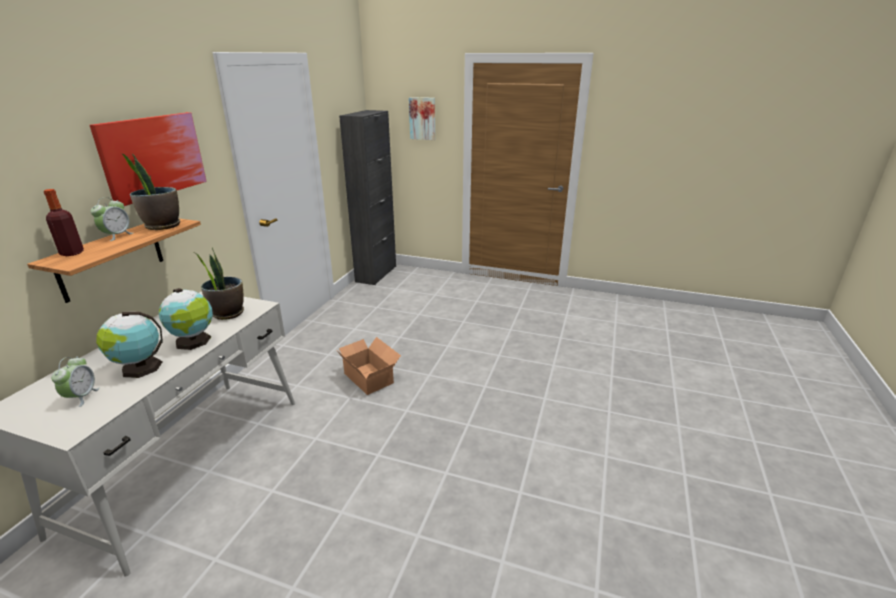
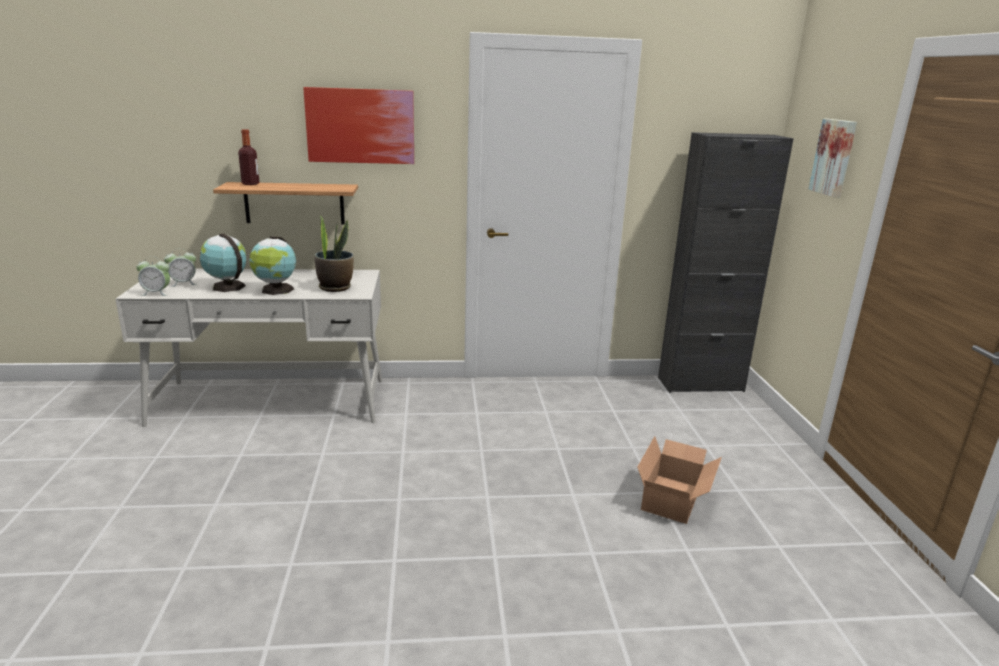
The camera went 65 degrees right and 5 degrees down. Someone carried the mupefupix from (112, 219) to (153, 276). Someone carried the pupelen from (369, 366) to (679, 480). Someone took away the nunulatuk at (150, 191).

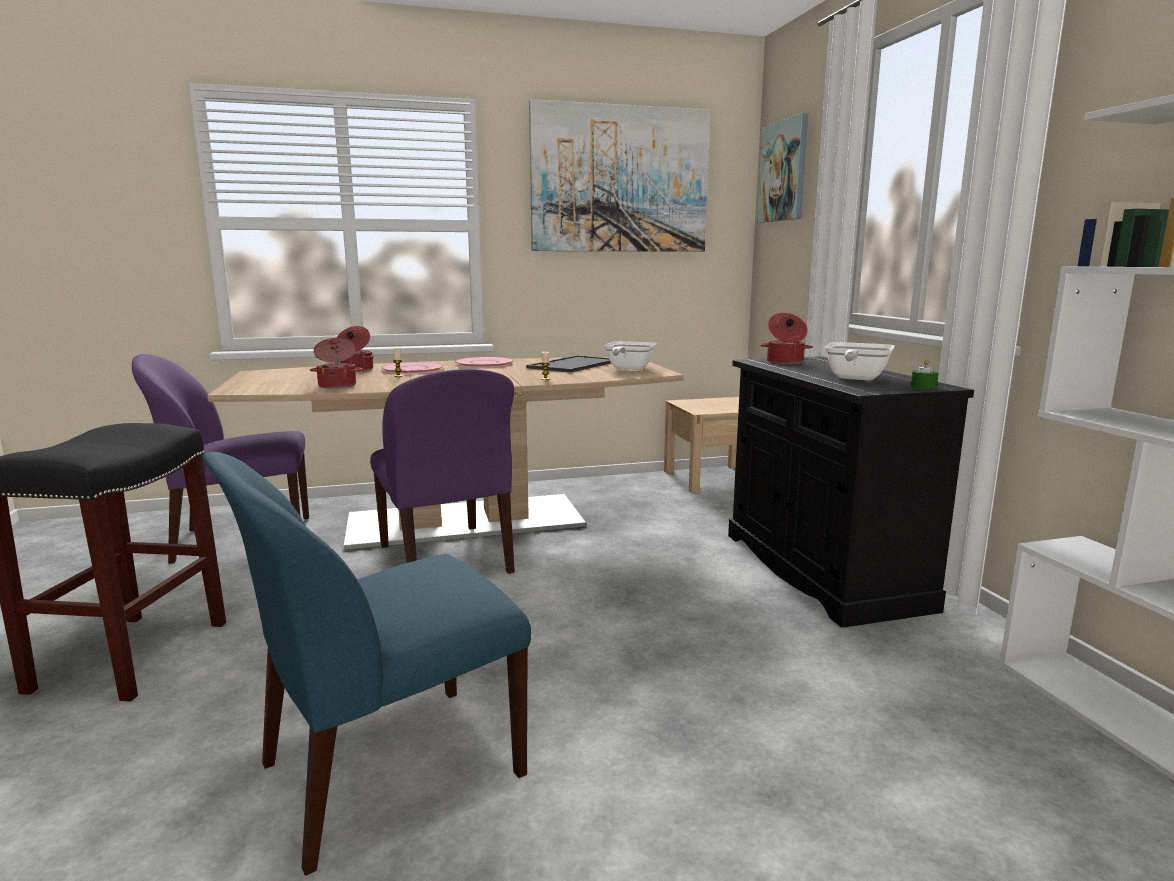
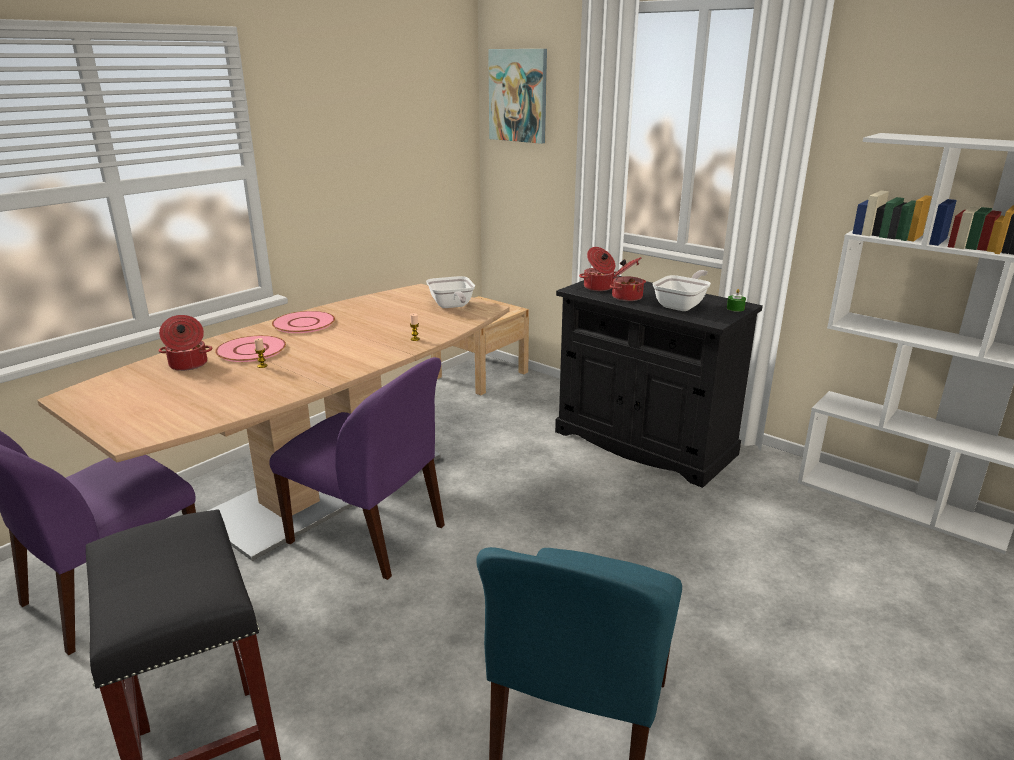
The camera went 35 degrees left and 10 degrees up. Someone carried the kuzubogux from (336, 363) to (628, 279). Someone rotated the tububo at (860, 361) by 135 degrees counterclockwise. Someone took away the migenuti at (568, 364). Someone took away the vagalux at (619, 175).

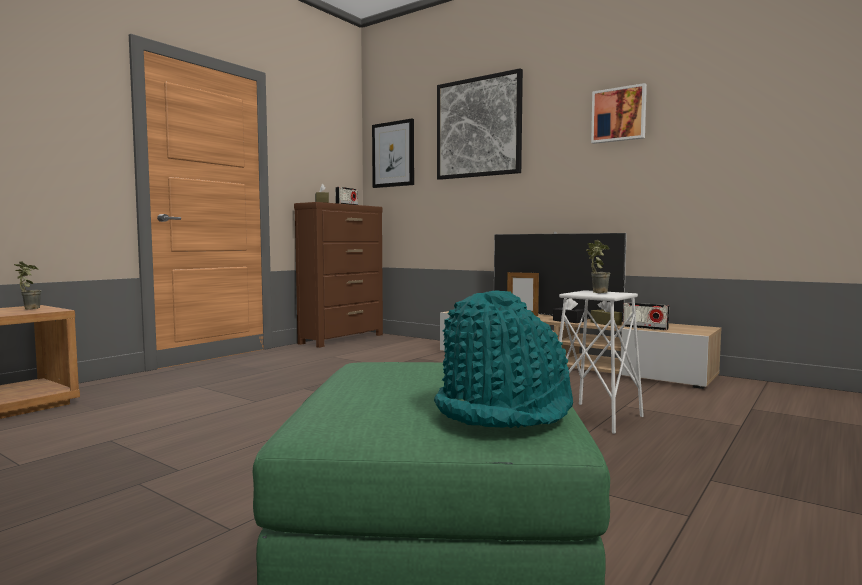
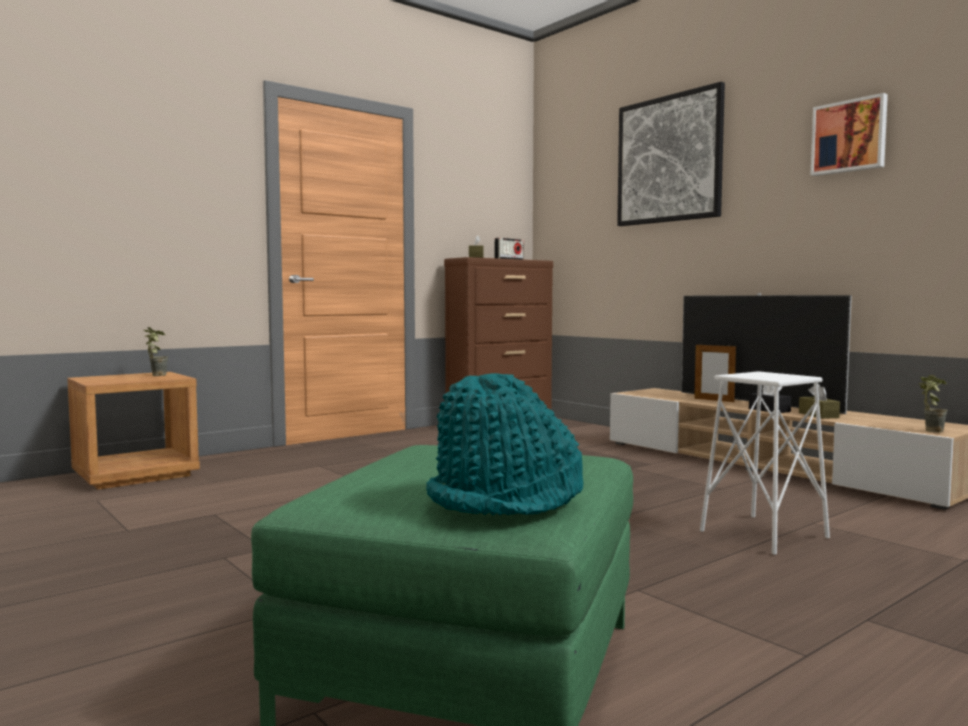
The camera went 15 degrees right and 0 degrees up. Someone carried the nunulatuk from (598, 266) to (933, 403). Someone took away the vagalux at (393, 153). Someone took away the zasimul at (646, 316).

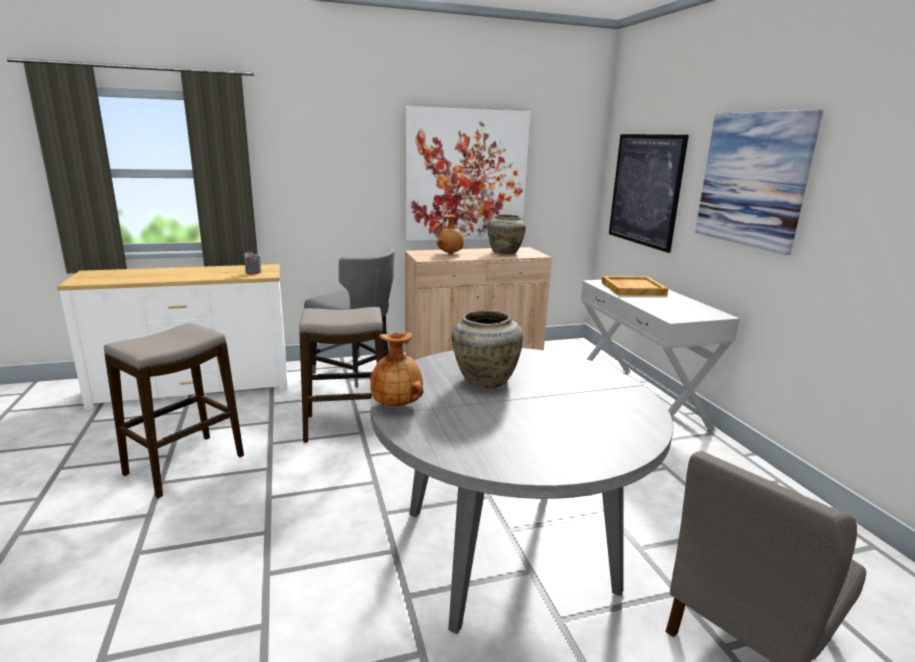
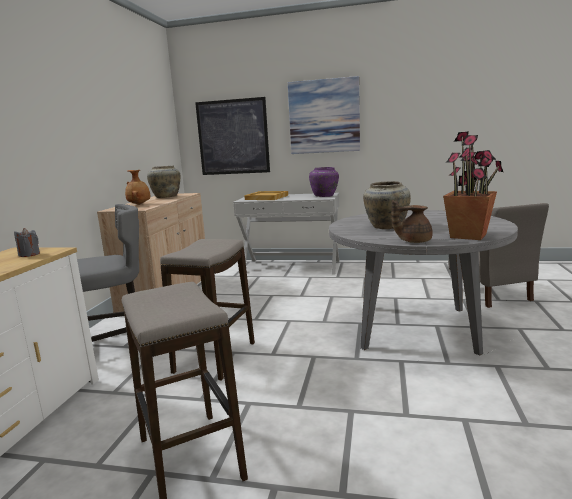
The camera went 60 degrees left and 5 degrees down. Someone put down the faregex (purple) at (324, 182). Someone swapped the faregex (brown) at (396, 369) for the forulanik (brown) at (412, 221). Someone put down the nunulatuk at (473, 185). Someone took away the vagalux at (468, 173).

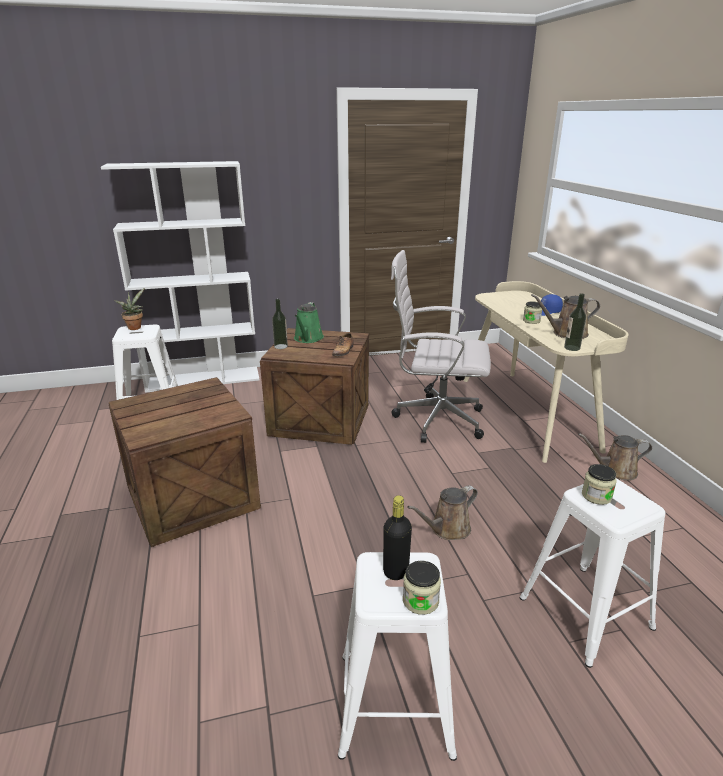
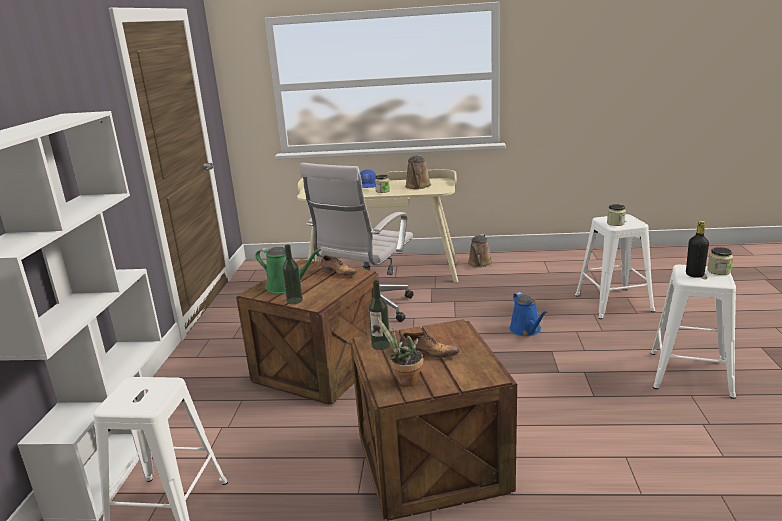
The camera went 70 degrees left and 5 degrees down. Someone carried the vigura from (575, 322) to (379, 315). Someone carried the nunulatuk from (129, 309) to (400, 351). Someone put down the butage at (430, 345). Someone repainted the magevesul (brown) at (442, 512), which became the magevesul (blue) at (529, 314).

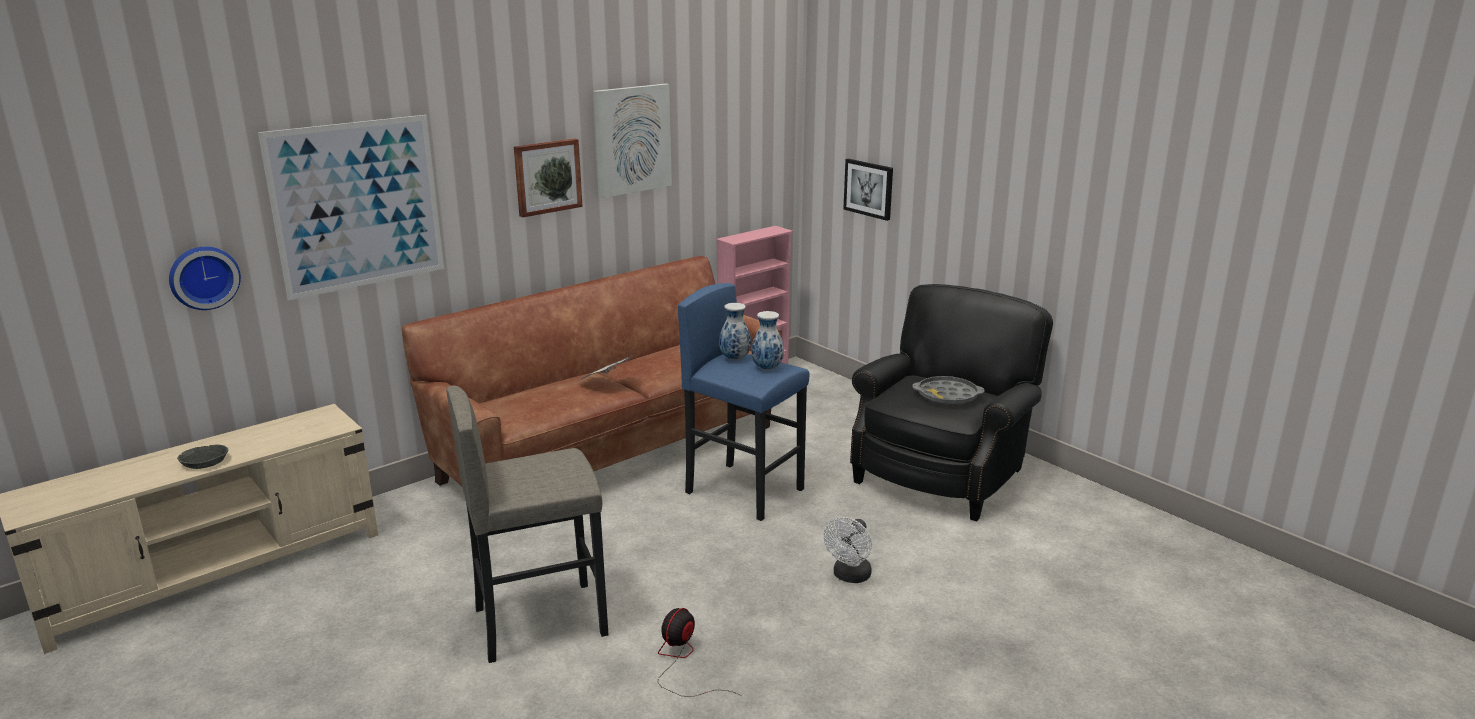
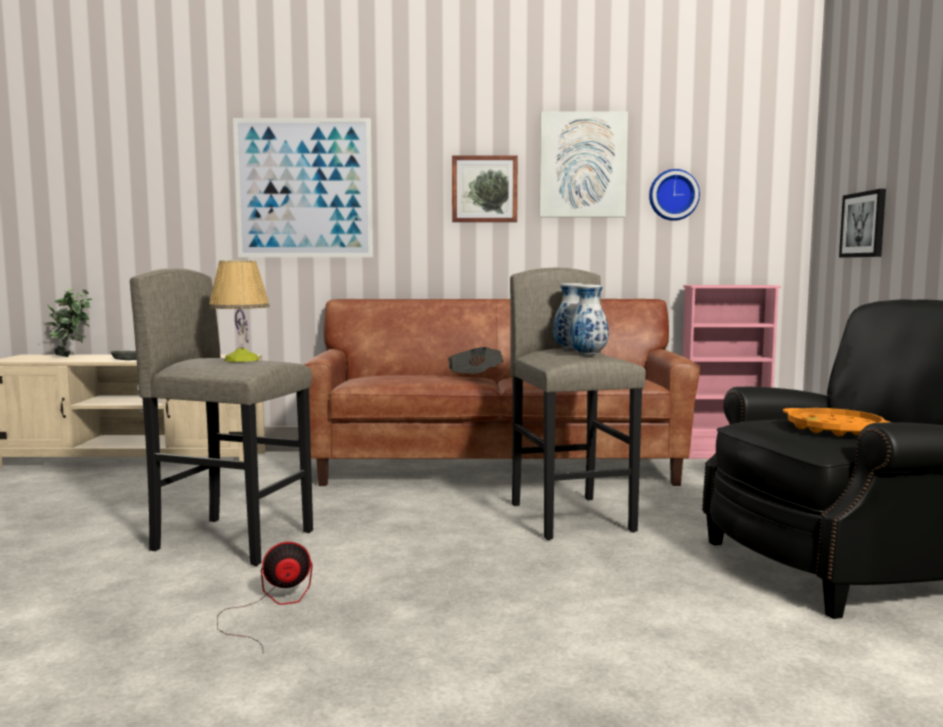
The camera went 40 degrees right and 15 degrees down. Someone put down the nunulatuk at (68, 323). Someone put down the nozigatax at (239, 311). Someone repainted the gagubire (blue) at (743, 402), which became the gagubire (grey) at (578, 403). Someone carried the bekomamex from (205, 278) to (674, 195). Someone repainted the migenuti (grey) at (949, 390), which became the migenuti (orange) at (836, 422). Someone took away the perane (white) at (848, 550).

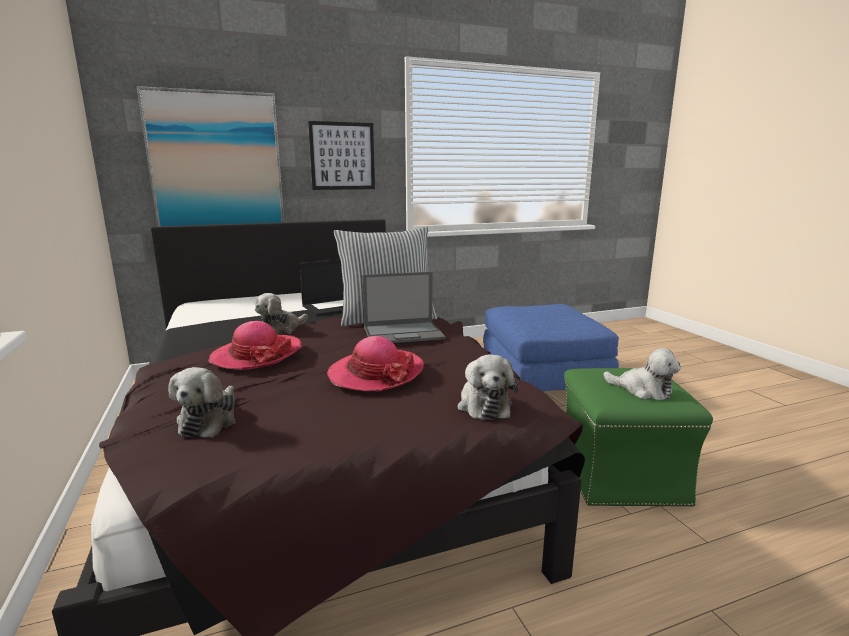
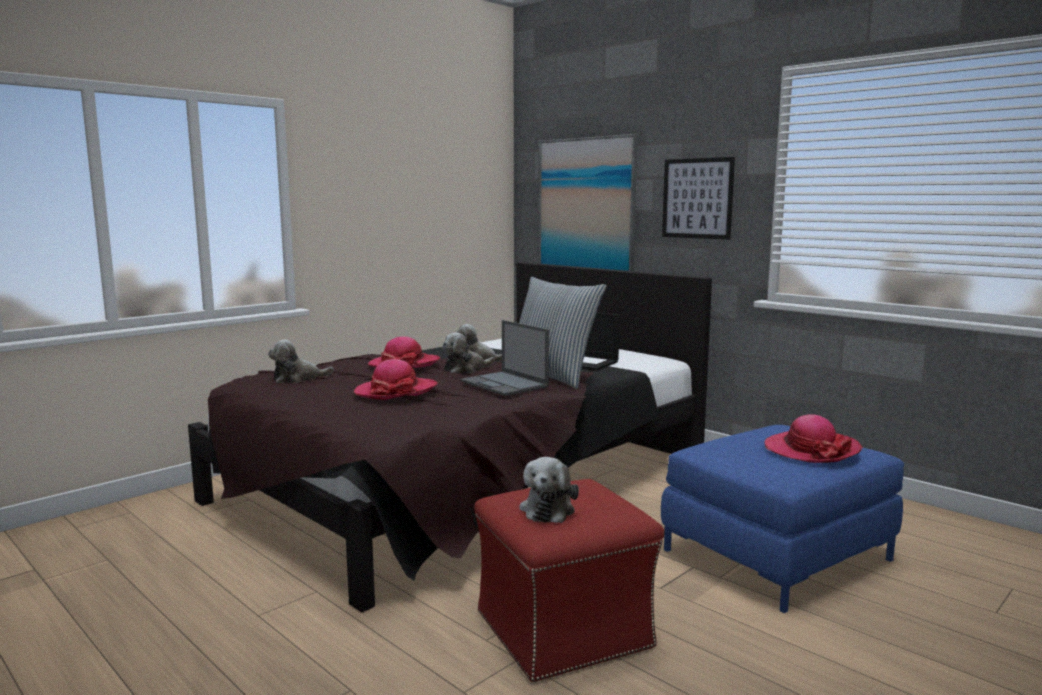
The camera went 65 degrees right and 5 degrees down. Someone carried the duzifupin from (487, 387) to (468, 353). Someone repainted the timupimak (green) at (638, 437), which became the timupimak (red) at (569, 580). Someone put down the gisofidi at (814, 438).

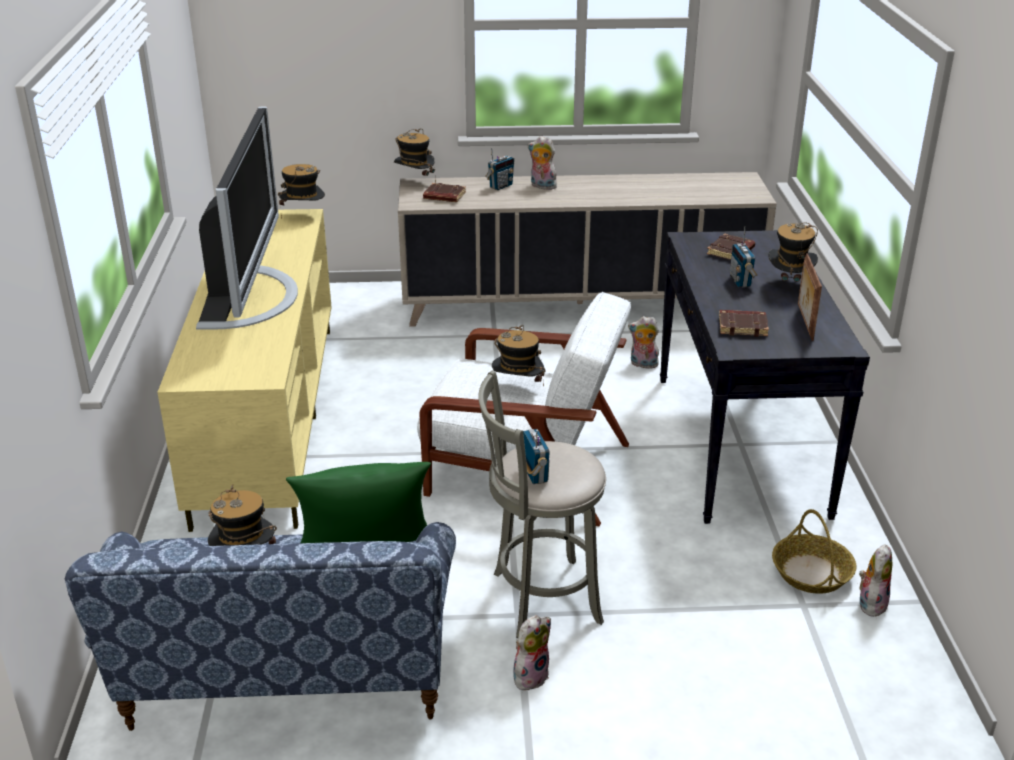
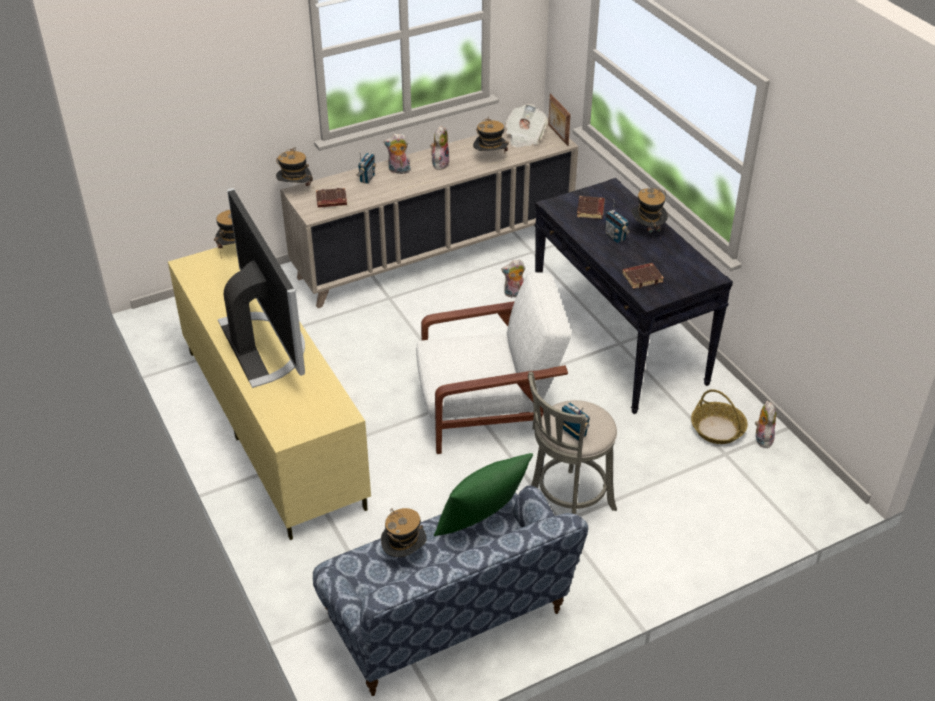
The camera went 25 degrees left and 10 degrees up. Someone carried the duzifupin from (532, 653) to (440, 148). Someone carried the gisofidi from (519, 356) to (491, 135). Someone put down the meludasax at (526, 126). Someone carried the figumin from (810, 297) to (559, 119).

